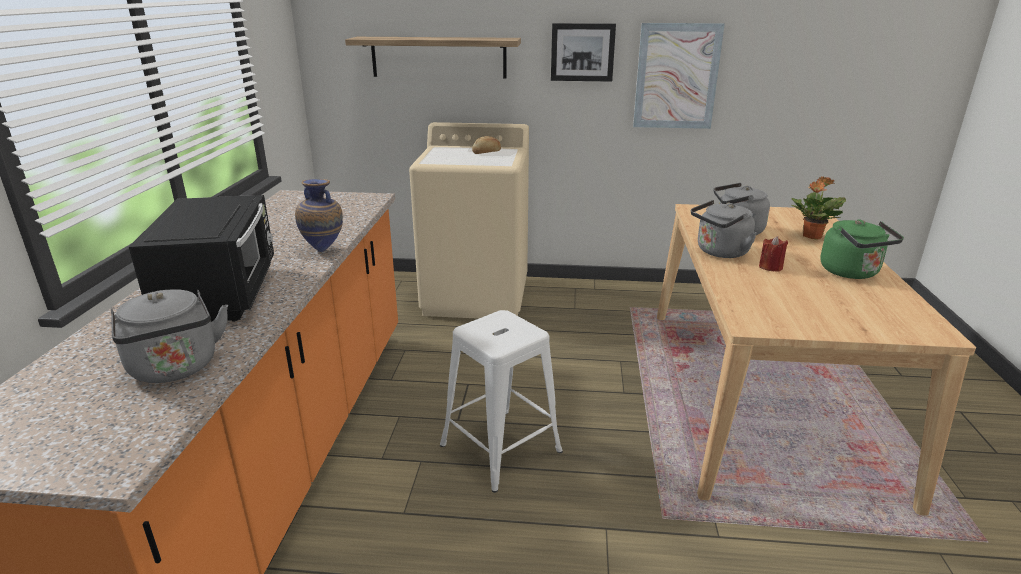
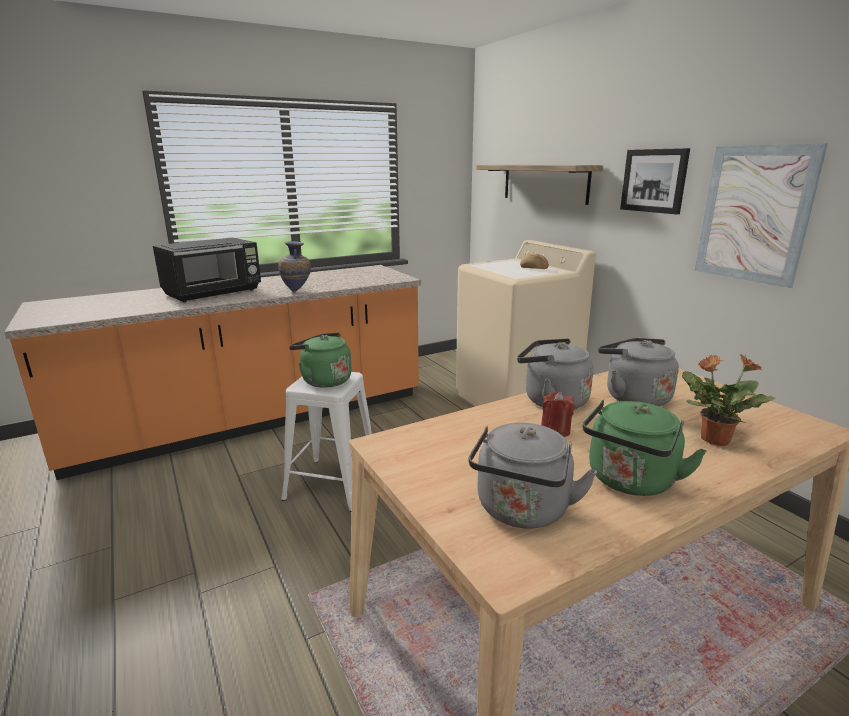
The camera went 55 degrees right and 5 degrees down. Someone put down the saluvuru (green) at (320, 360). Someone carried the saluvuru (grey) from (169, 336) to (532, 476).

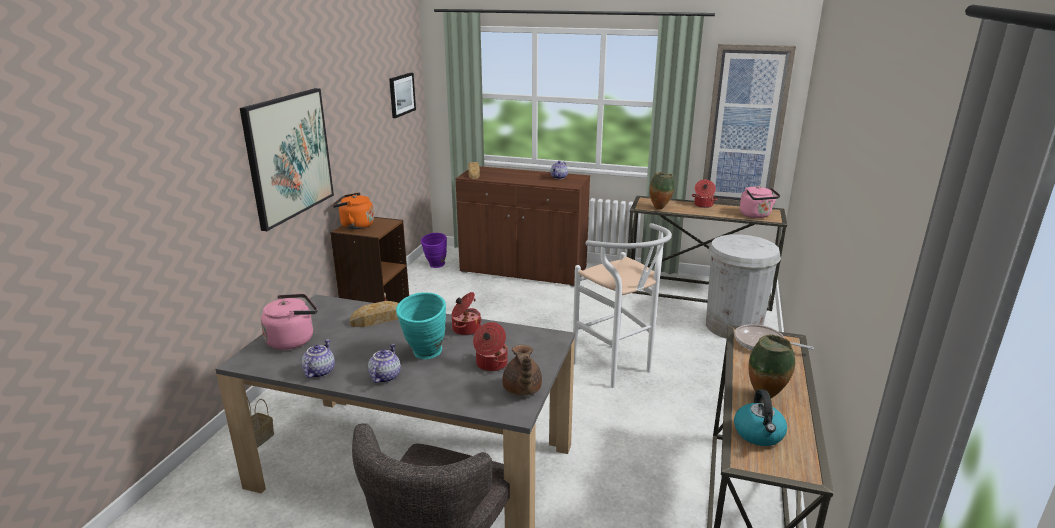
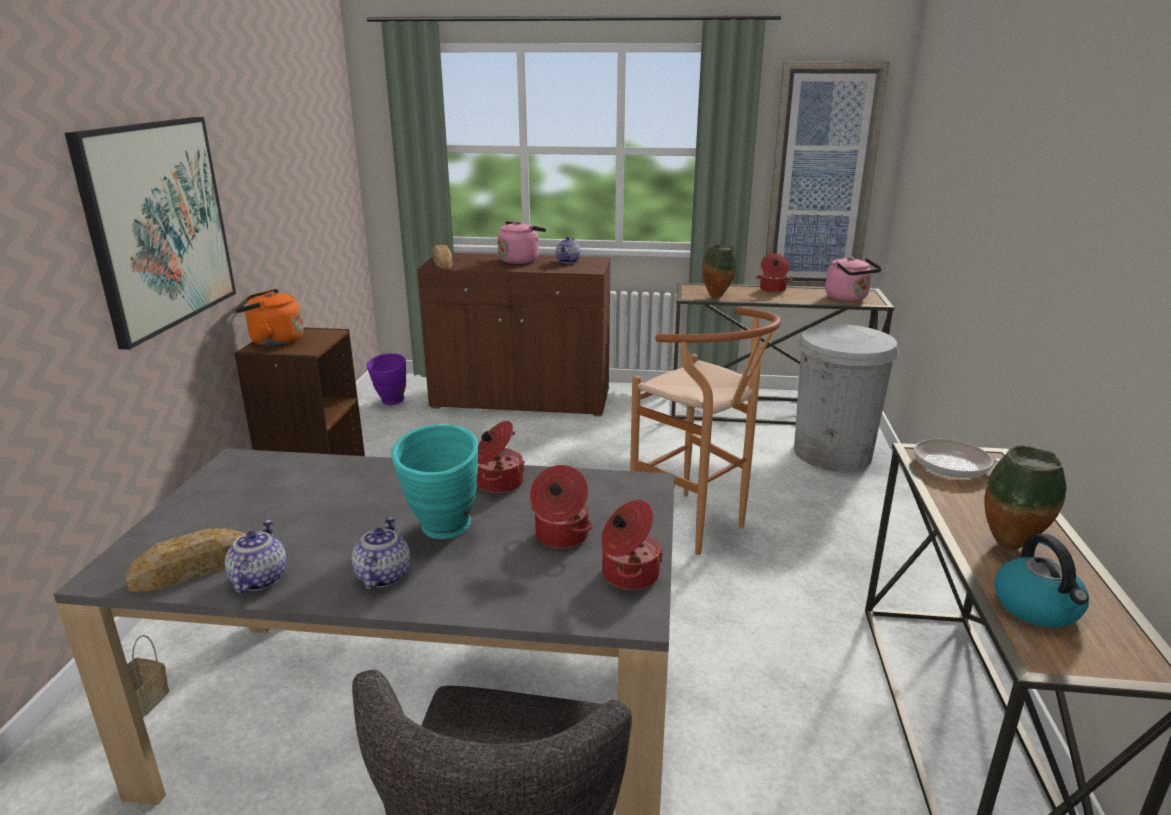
The camera went 10 degrees left and 0 degrees up. Someone carried the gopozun from (374, 314) to (185, 560). Someone carried the saluvuru (pink) from (289, 322) to (521, 242). Someone swapped the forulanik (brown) at (522, 370) for the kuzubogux at (632, 545). Someone repainted the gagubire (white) at (622, 305), which became the gagubire (brown) at (705, 431). Someone took away the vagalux at (402, 95).

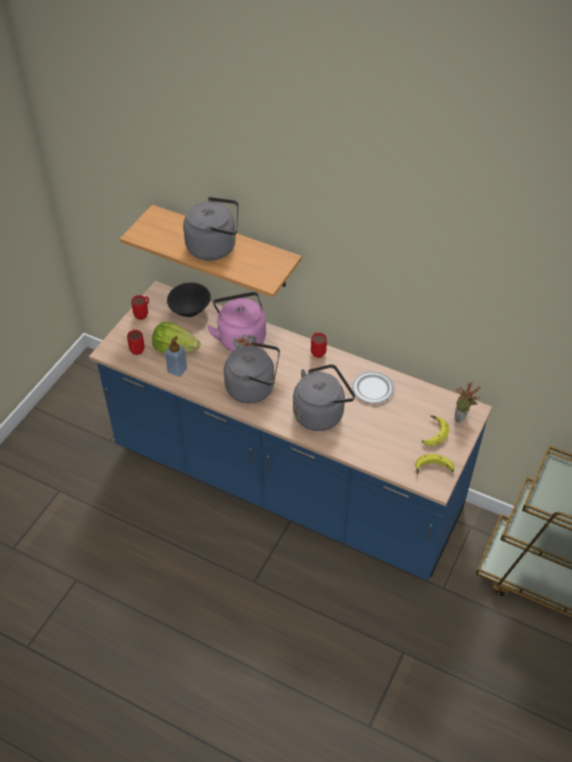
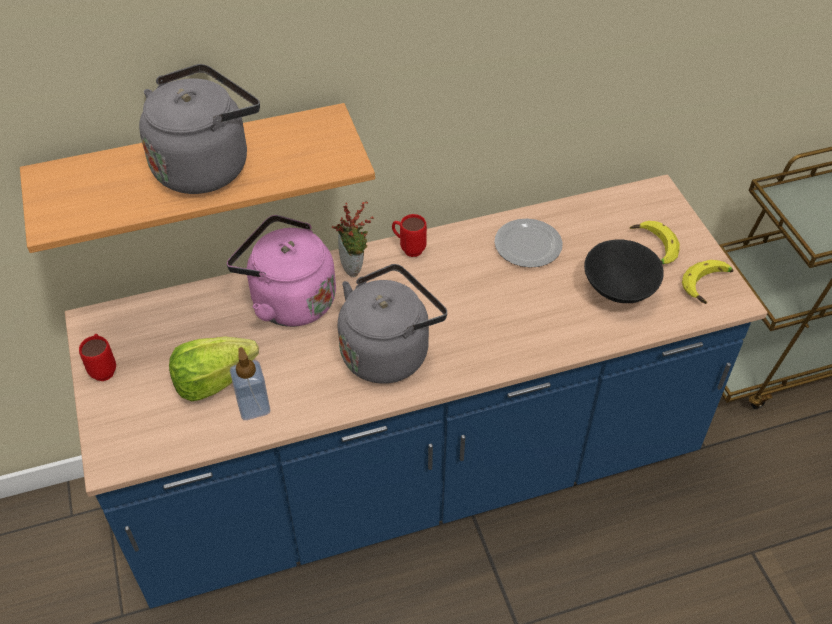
The camera went 45 degrees left and 0 degrees up. Someone carried the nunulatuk from (468, 402) to (353, 239). Someone carried the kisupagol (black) from (189, 300) to (624, 271). Someone took away the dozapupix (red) at (136, 342). Someone took away the saluvuru (grey) at (324, 397).

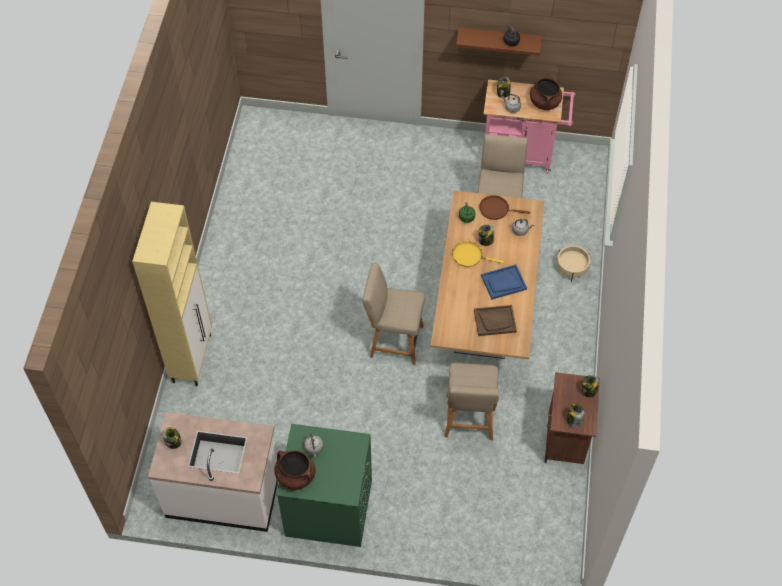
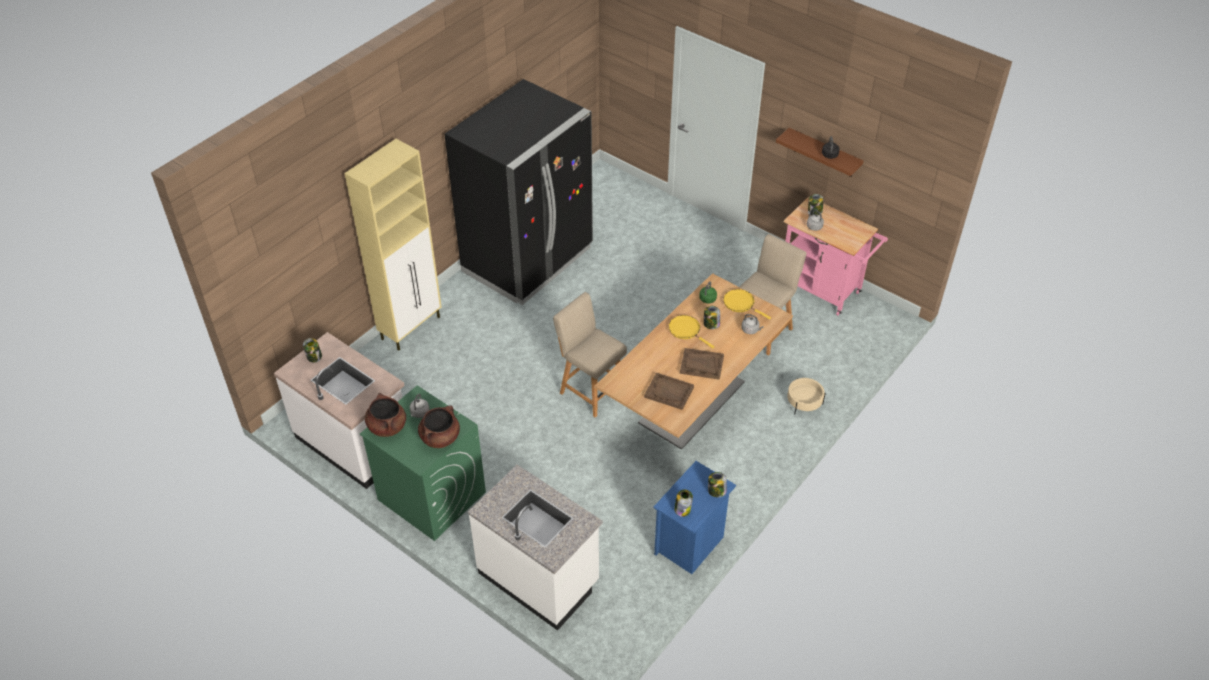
The camera went 30 degrees right and 10 degrees down. Someone carried the kuzubogux (brown) from (546, 92) to (439, 427). Someone put down the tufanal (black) at (518, 192). Someone put down the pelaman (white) at (535, 548). Someone repainted the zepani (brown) at (572, 418), which became the zepani (blue) at (694, 517). Someone repainted the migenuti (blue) at (504, 281), which became the migenuti (brown) at (702, 364). Someone repainted the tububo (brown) at (504, 207), which became the tububo (yellow) at (747, 304). Someone took away the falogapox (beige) at (471, 401).

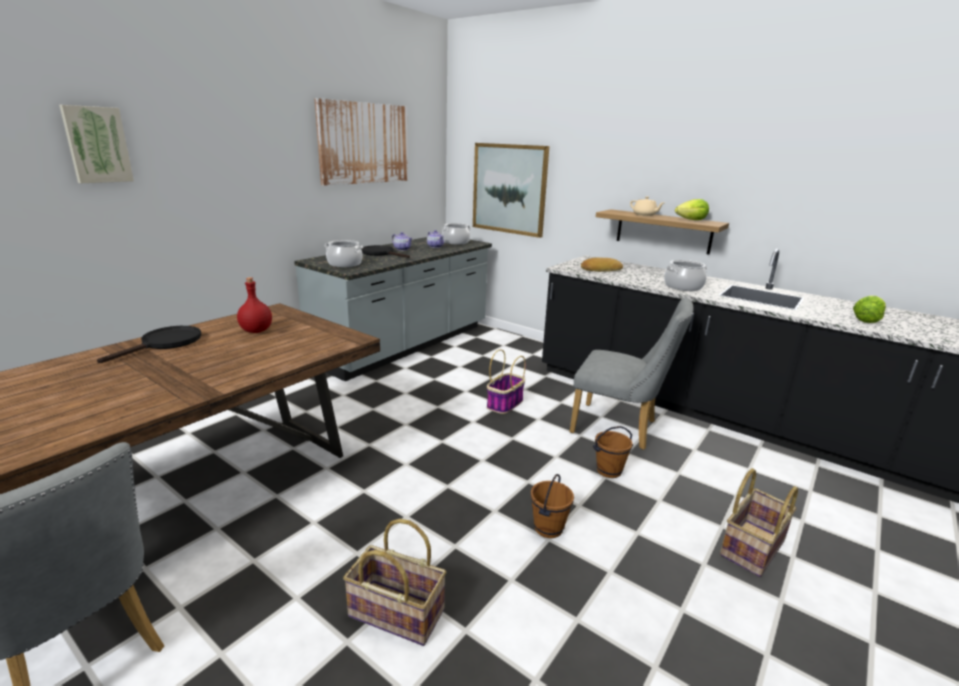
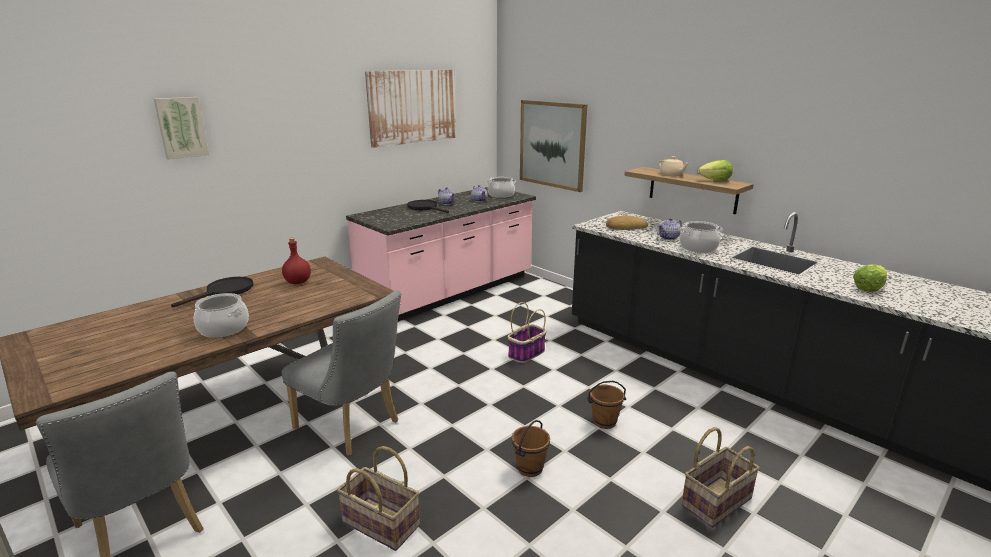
The camera went 10 degrees right and 0 degrees up. Someone carried the kuzubogux from (344, 253) to (221, 315). Someone carried the falogapox (grey) from (632, 373) to (341, 373). Someone repainted the pelaman (grey) at (393, 309), which became the pelaman (pink) at (441, 254). Someone put down the forulanik at (670, 229).

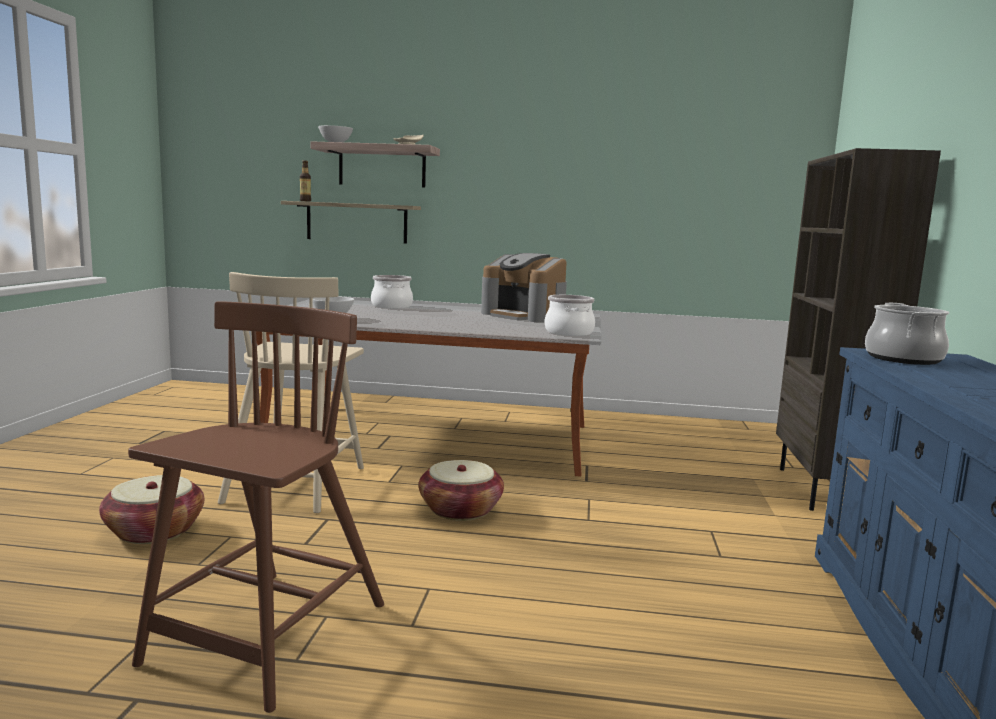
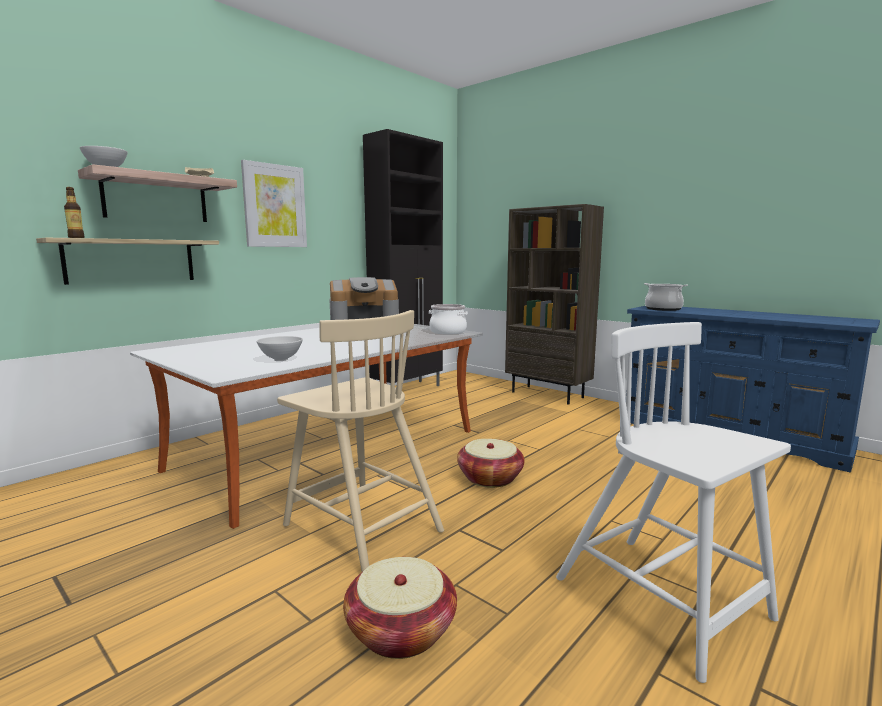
The camera went 55 degrees left and 0 degrees up. Someone put up the vagalux at (274, 203). Someone put down the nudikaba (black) at (403, 257). Someone repainted the falogapox (brown) at (256, 507), which became the falogapox (white) at (673, 502). Someone took away the kuzubogux at (392, 292).

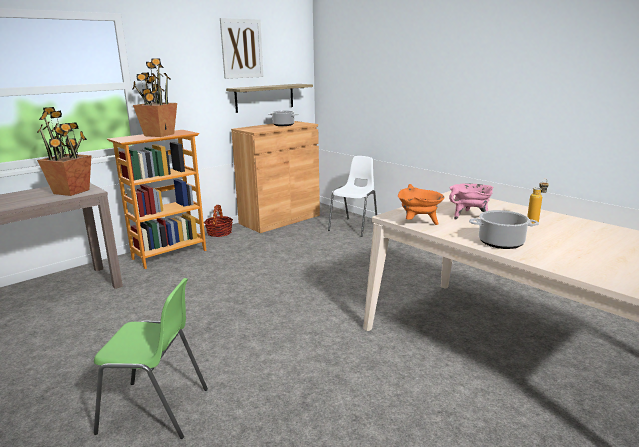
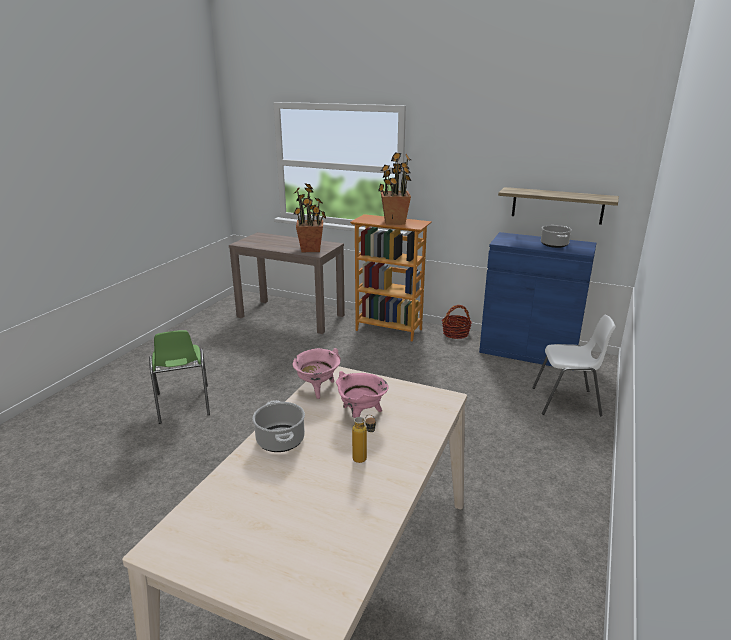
The camera went 65 degrees right and 5 degrees up. Someone repainted the kuzubogux (orange) at (421, 204), which became the kuzubogux (pink) at (317, 373). Someone repainted the nudikaba (brown) at (275, 177), which became the nudikaba (blue) at (537, 299). Someone took away the vagalux at (241, 48).

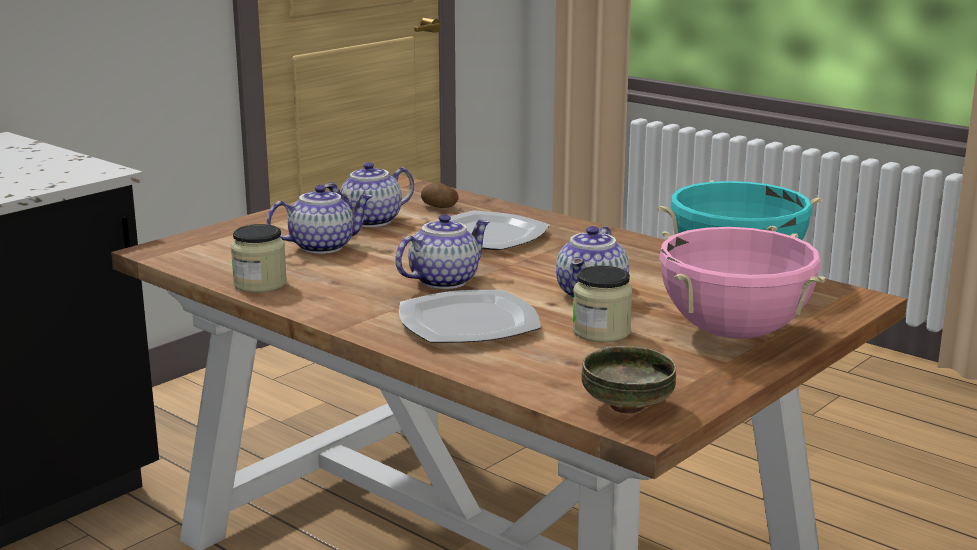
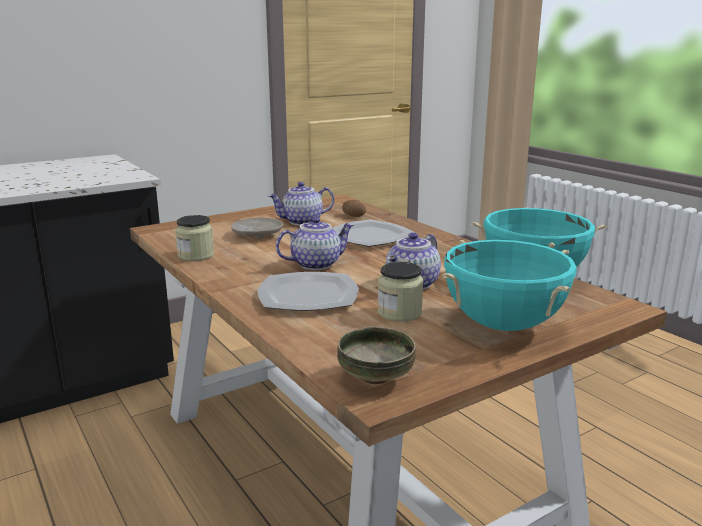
The camera went 15 degrees right and 0 degrees up. Someone swapped the forulanik at (320, 219) for the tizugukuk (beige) at (257, 228). Someone repainted the kuzubogux (pink) at (742, 283), which became the kuzubogux (turquoise) at (509, 285).

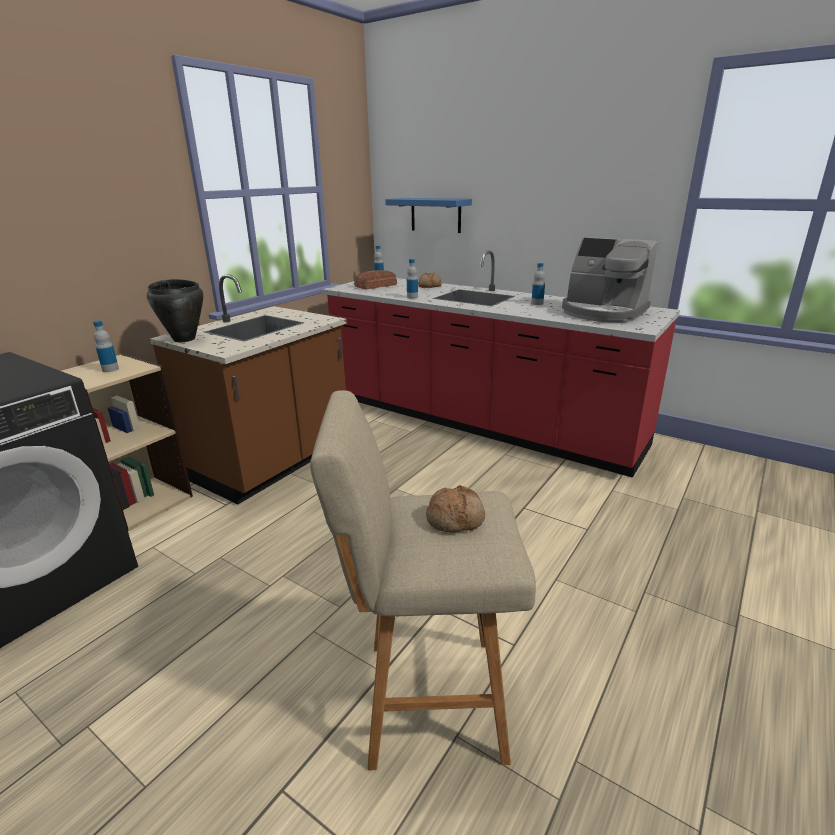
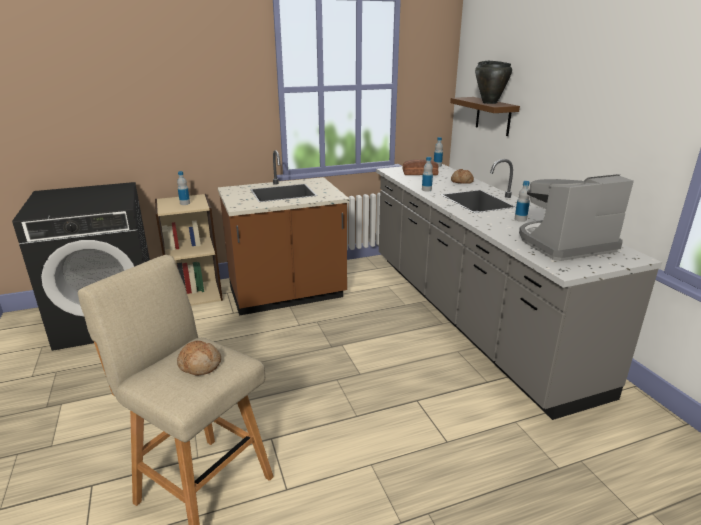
The camera went 35 degrees right and 0 degrees up. Someone repainted the pelaman (red) at (501, 364), which became the pelaman (grey) at (519, 289). Someone repainted the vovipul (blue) at (428, 215), which became the vovipul (brown) at (485, 116). Someone carried the kuzubogux (black) from (175, 310) to (493, 82). Someone rotated the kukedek at (610, 280) by 90 degrees clockwise.

